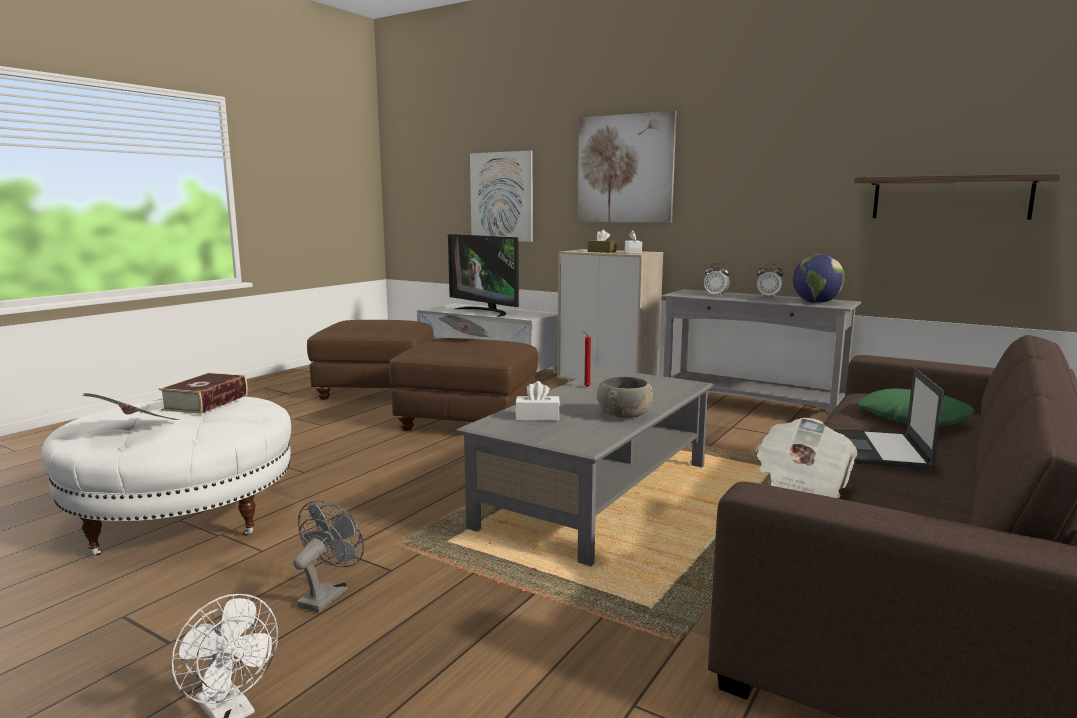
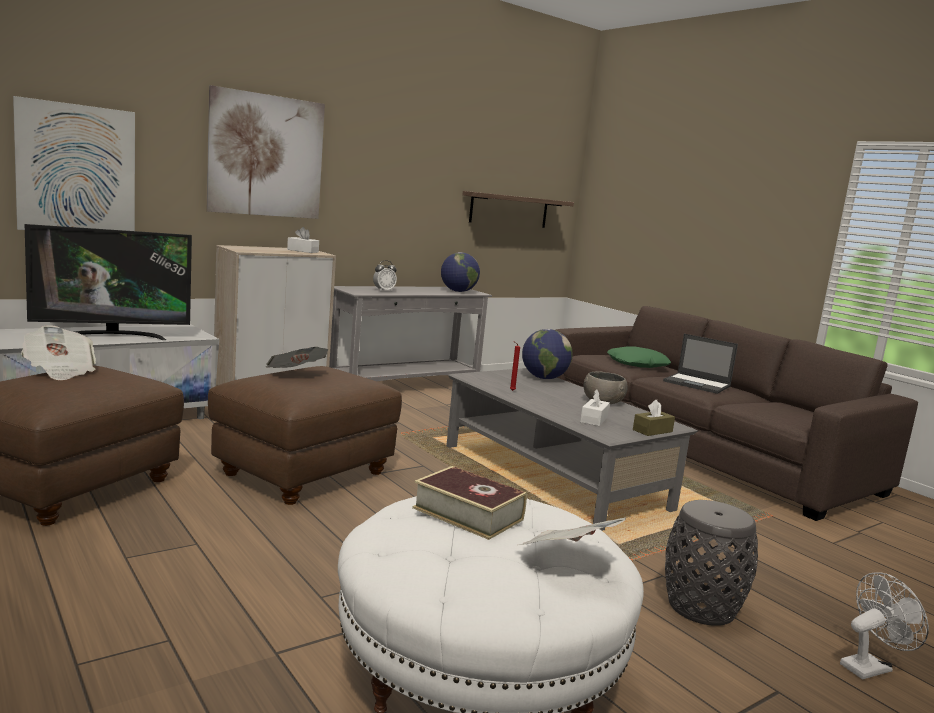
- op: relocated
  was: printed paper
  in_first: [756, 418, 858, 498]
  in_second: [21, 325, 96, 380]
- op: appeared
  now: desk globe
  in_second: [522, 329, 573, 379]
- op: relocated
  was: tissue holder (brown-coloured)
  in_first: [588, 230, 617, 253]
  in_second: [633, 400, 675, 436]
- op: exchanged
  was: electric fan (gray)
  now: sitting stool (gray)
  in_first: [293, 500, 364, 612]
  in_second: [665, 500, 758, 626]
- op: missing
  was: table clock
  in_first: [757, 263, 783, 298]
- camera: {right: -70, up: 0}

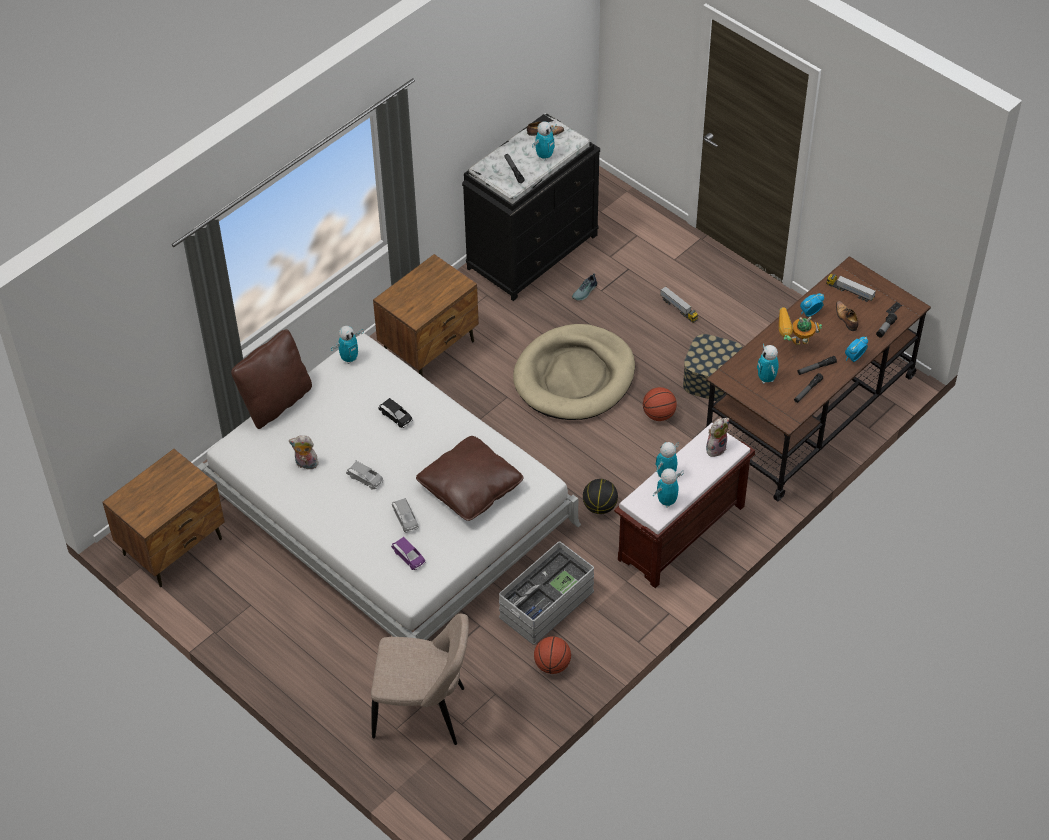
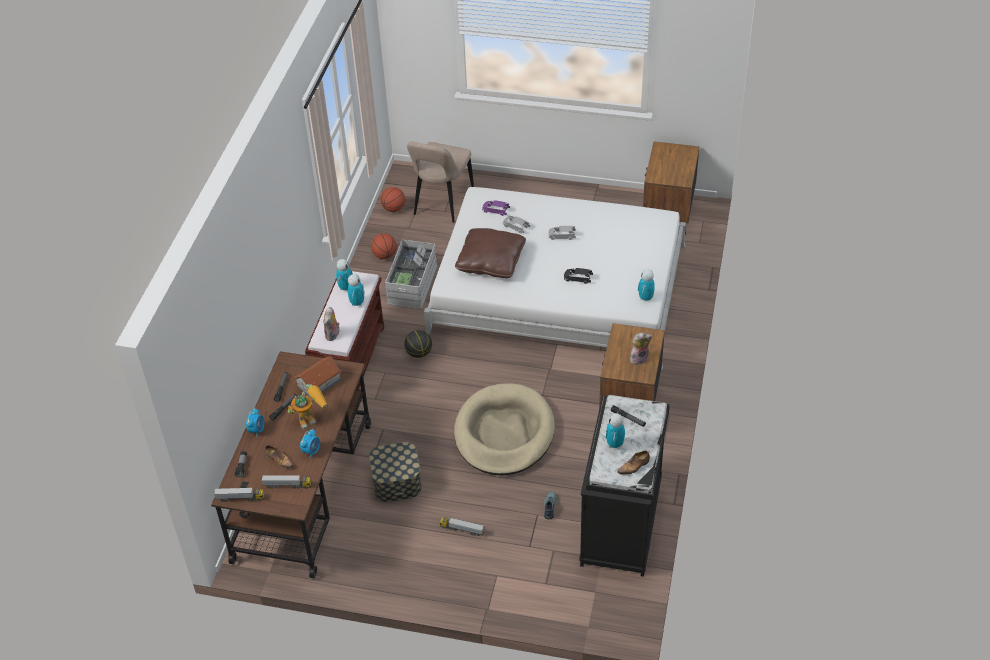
- op: appeared
  now: toy lorry
  in_second: [214, 487, 265, 502]
- op: exchanged
  was: model robot
  now: model house
  in_first: [757, 344, 779, 384]
  in_second: [294, 356, 341, 399]
- op: relocated
  was: basketball
  in_first: [643, 387, 677, 421]
  in_second: [381, 187, 405, 212]
- op: spun
  was: upright chair (beige)
  in_first: [371, 614, 469, 745]
  in_second: [407, 141, 474, 223]
  clockwise: -45
- op: relocated
  was: cuddly toy
  in_first: [289, 435, 320, 470]
  in_second: [630, 332, 652, 365]
- op: missing
  was: throw pillow (brown-coloured)
  in_first: [231, 329, 312, 429]
- camera: {right: 150, up: -5}

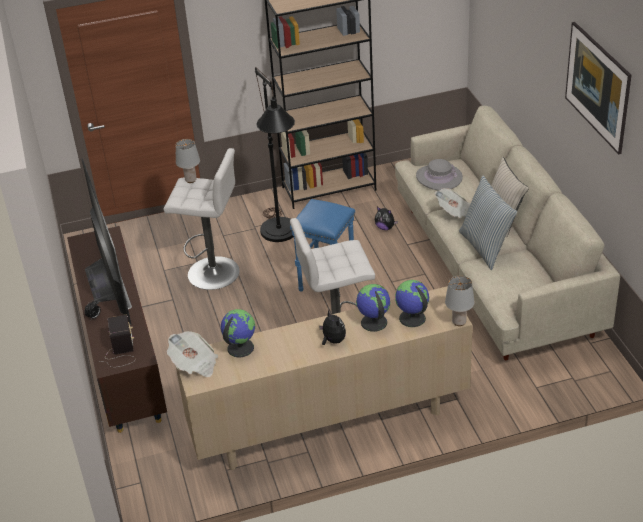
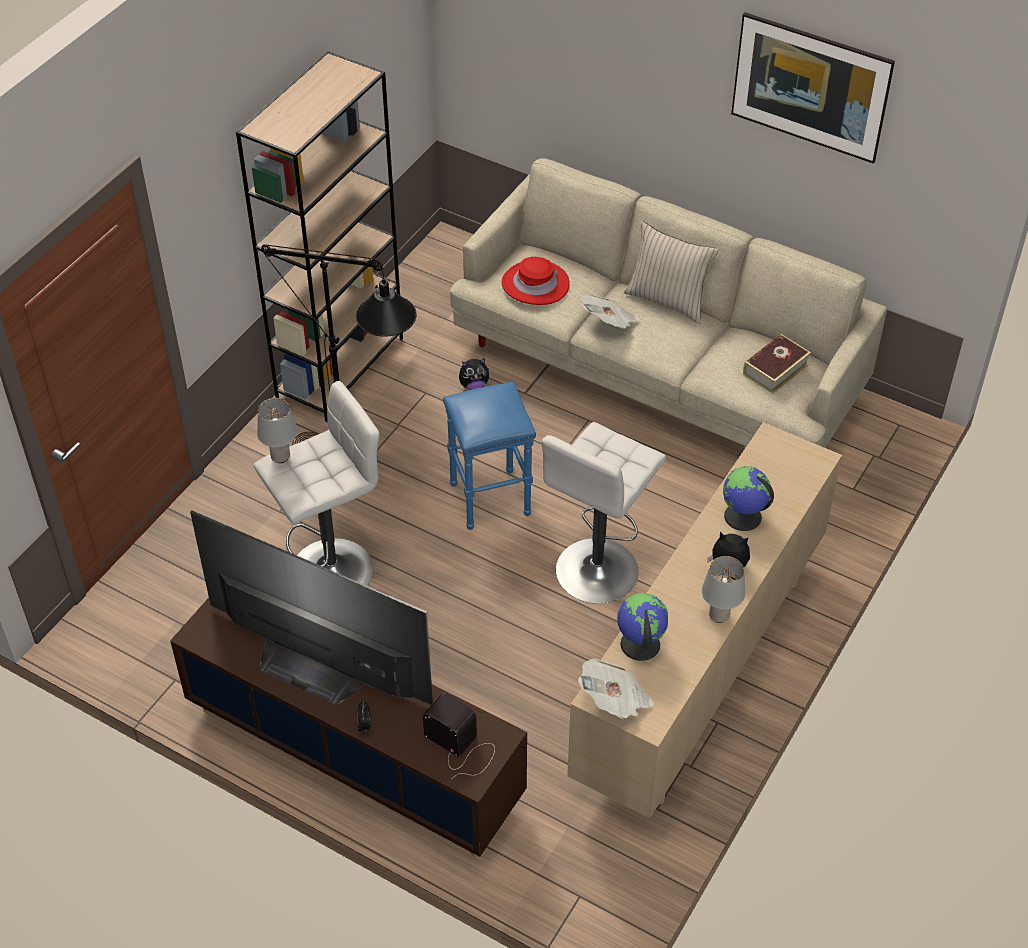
- op: colour
  was: wearable hat (gray)
  now: wearable hat (red)
  in_first: [416, 159, 463, 190]
  in_second: [502, 257, 570, 305]
- op: relocated
  was: tabletop lamp (gray)
  in_first: [445, 276, 475, 326]
  in_second: [702, 556, 745, 623]
- op: appeared
  now: volume
  in_second: [743, 334, 811, 394]
- op: missing
  was: desk globe
  in_first: [395, 280, 429, 327]
- op: missing
  was: throw pillow
  in_first: [459, 176, 517, 270]
- camera: {right: -45, up: 10}

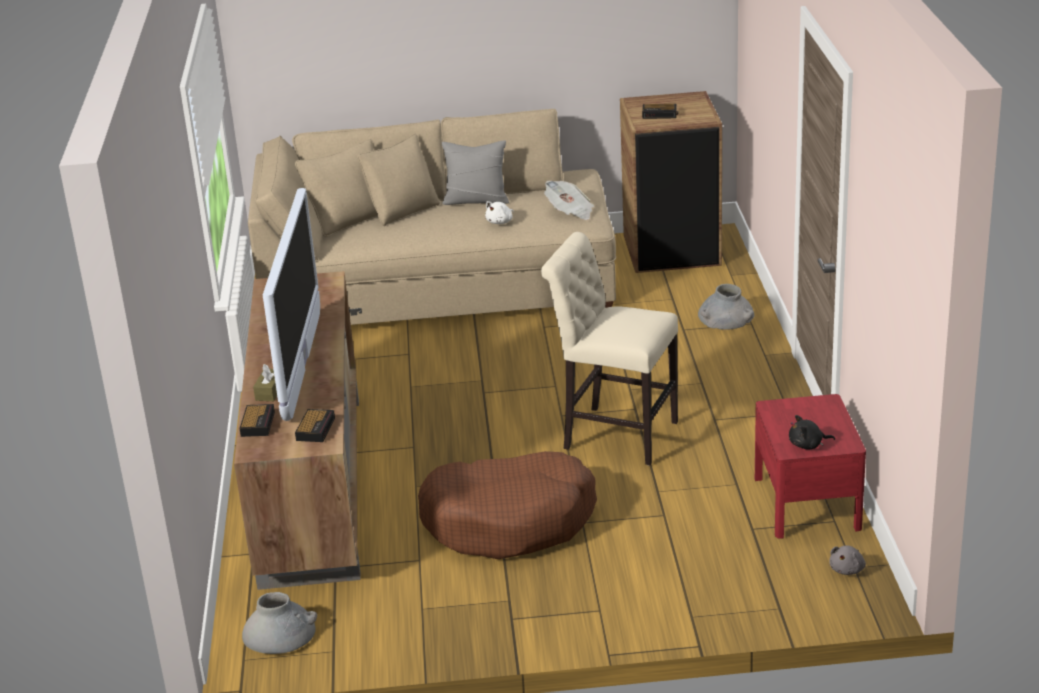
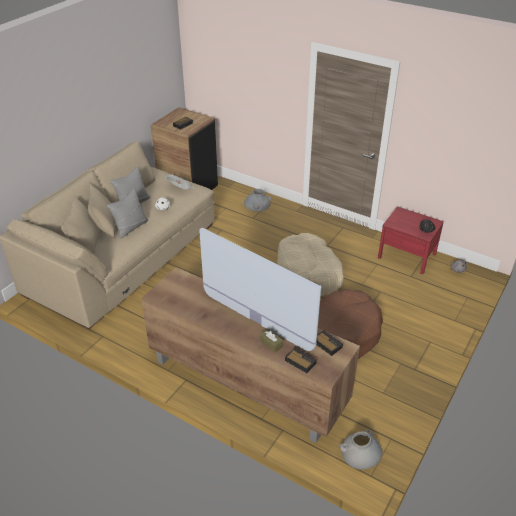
- op: appeared
  now: throw pillow (gray)
  in_second: [107, 188, 148, 239]
- op: exchanged
  was: sitting stool (beige)
  now: pet bed (beige)
  in_first: [541, 232, 678, 465]
  in_second: [277, 233, 344, 296]
- camera: {right: -55, up: 10}

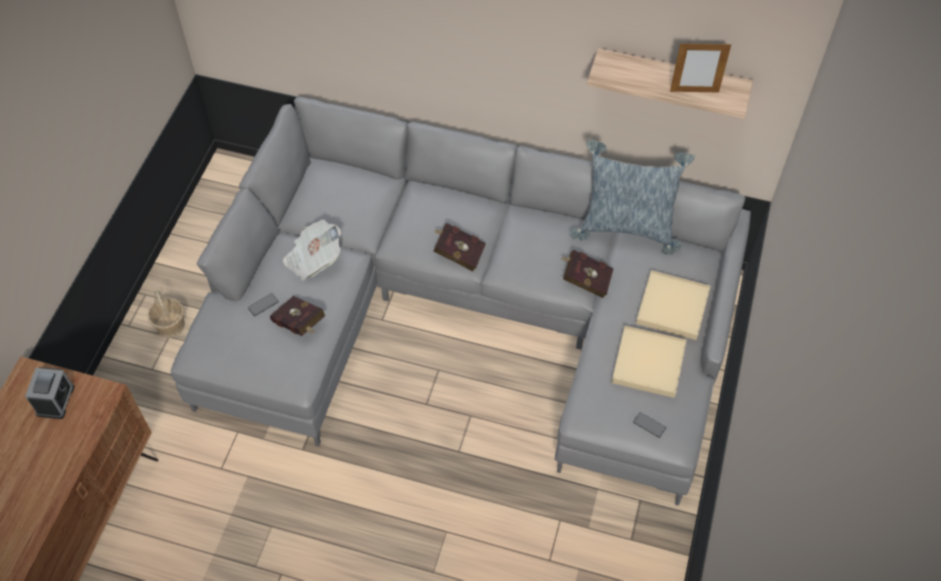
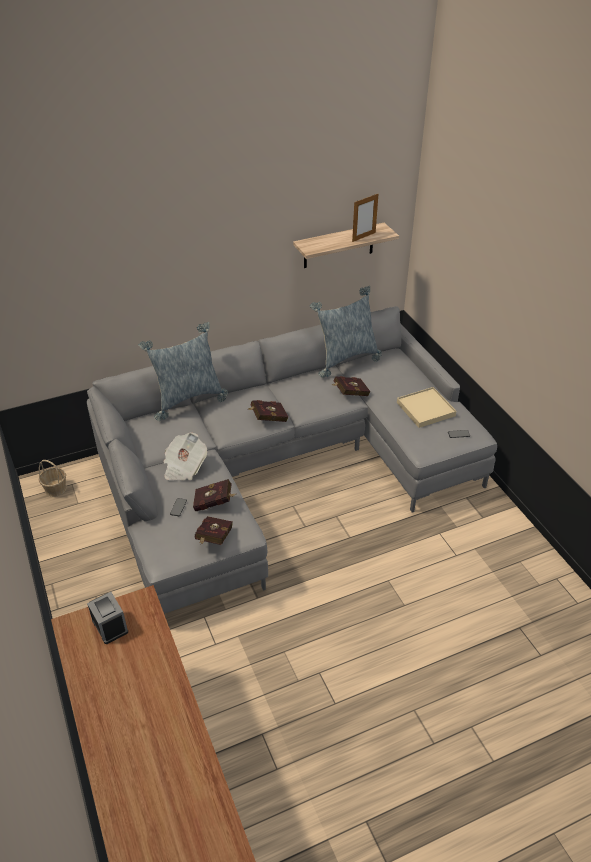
- op: relocated
  was: storage basket
  in_first: [148, 290, 185, 338]
  in_second: [39, 460, 67, 497]
- op: appeared
  now: throw pillow
  in_second: [138, 322, 229, 421]
- op: appeared
  now: volume (red)
  in_second: [195, 516, 233, 545]
- op: missing
  was: tray (beige)
  in_first: [636, 270, 711, 340]
- camera: {right: -40, up: -15}

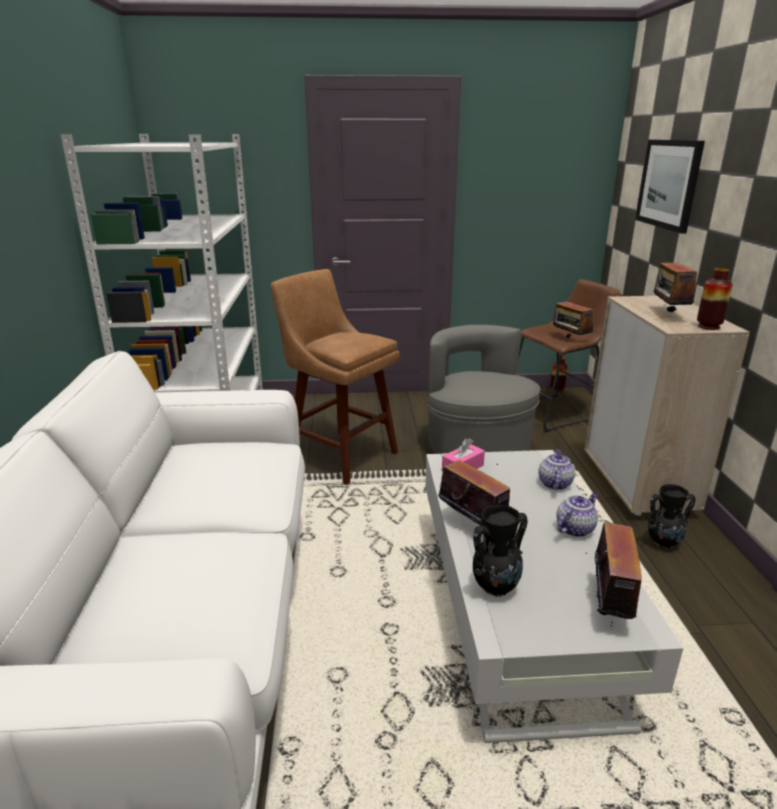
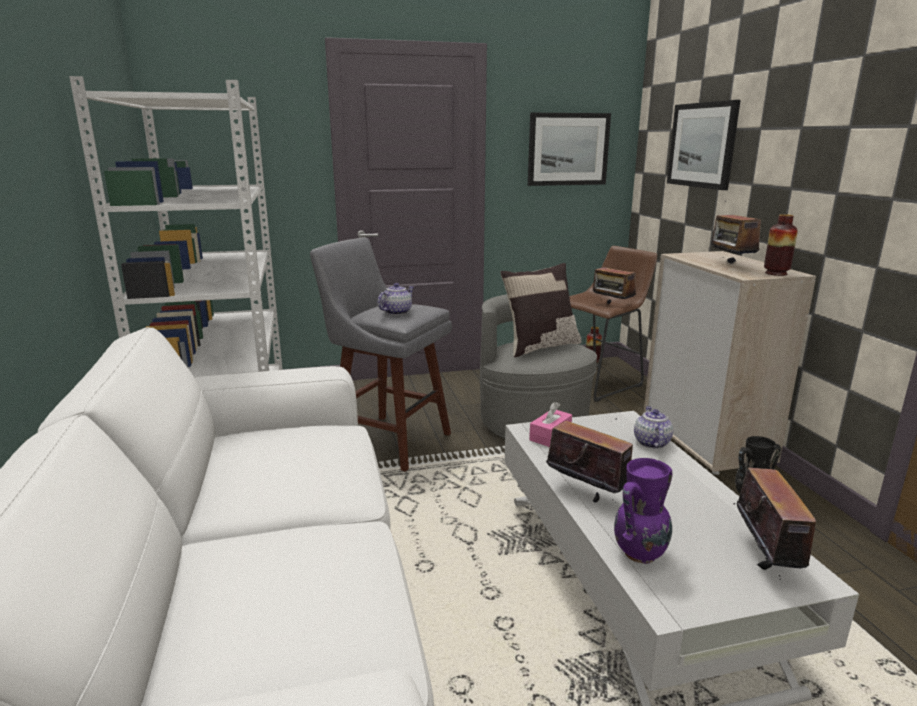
- op: colour
  was: sitting stool (brown-coloured)
  now: sitting stool (gray)
  in_first: [271, 269, 400, 485]
  in_second: [310, 237, 452, 472]
- op: relocated
  was: tea pot
  in_first: [556, 493, 598, 537]
  in_second: [377, 283, 414, 315]
- op: appeared
  now: throw pillow
  in_second: [500, 263, 582, 358]
- op: appeared
  now: picture
  in_second: [528, 113, 611, 186]
- op: colour
  was: flower vase (blackish)
  now: flower vase (purplish)
  in_first: [473, 505, 528, 597]
  in_second: [614, 458, 673, 564]
- camera: {right: -10, up: -5}

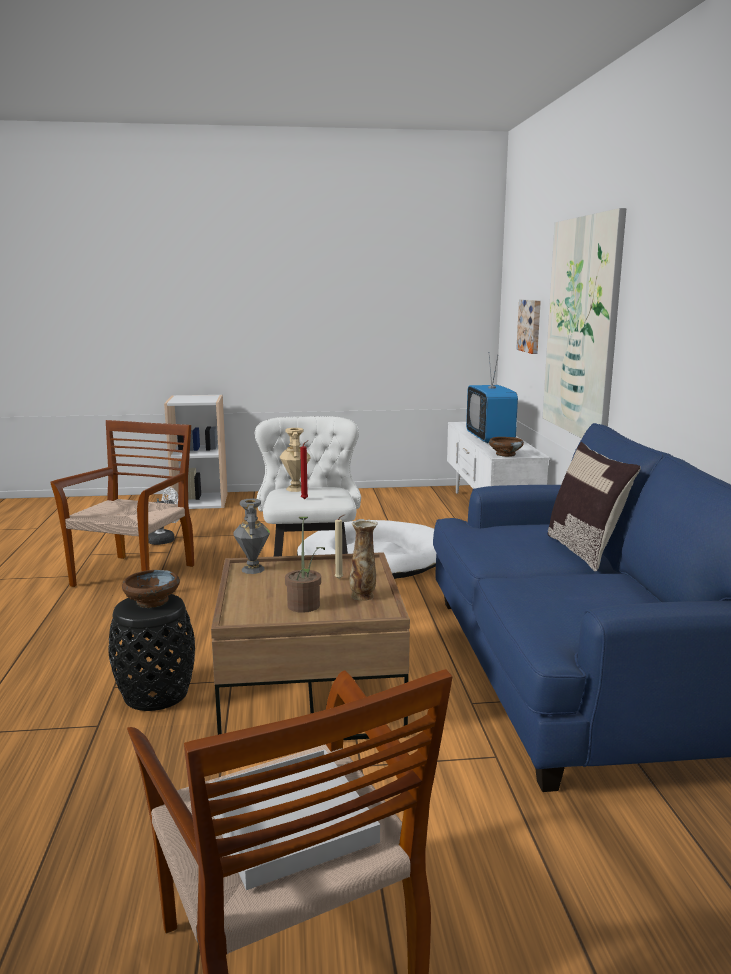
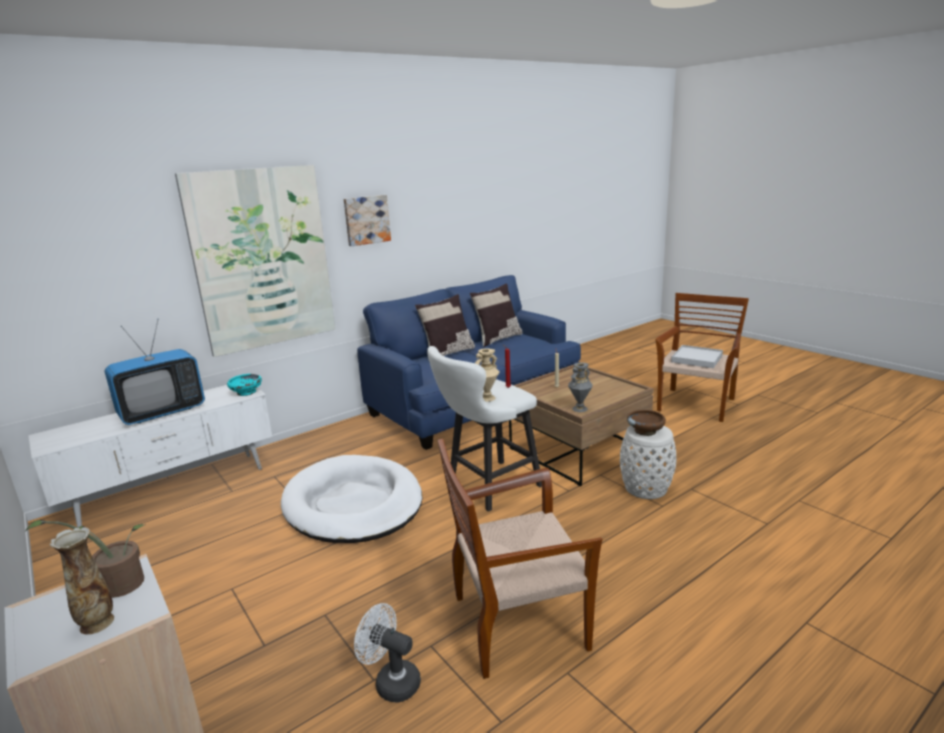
- op: relocated
  was: houseplant
  in_first: [285, 517, 325, 613]
  in_second: [26, 520, 145, 598]
- op: relocated
  was: flower vase
  in_first: [349, 519, 378, 601]
  in_second: [49, 527, 114, 635]
- op: colour
  was: bowl (brown-coloured)
  now: bowl (blue-green)
  in_first: [489, 437, 524, 457]
  in_second: [227, 374, 262, 396]
- op: relocated
  was: picture
  in_first: [516, 300, 541, 354]
  in_second: [344, 195, 391, 246]
- op: appeared
  now: throw pillow
  in_second: [470, 283, 522, 347]
- op: colour
  was: sitting stool (blackish)
  now: sitting stool (whitish)
  in_first: [109, 594, 195, 711]
  in_second: [620, 425, 677, 499]
- camera: {right: -120, up: 5}

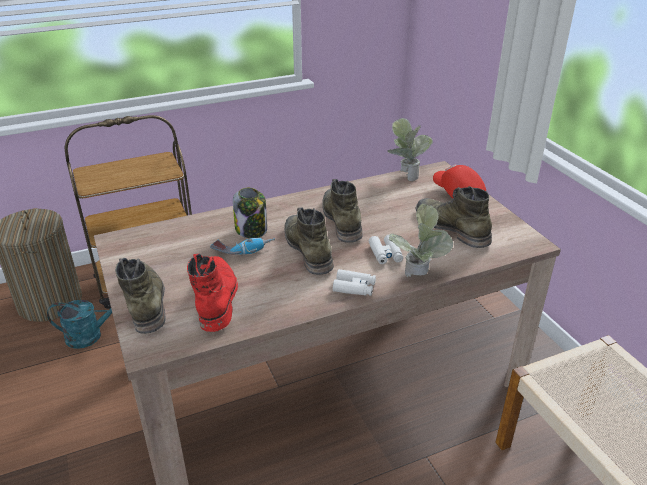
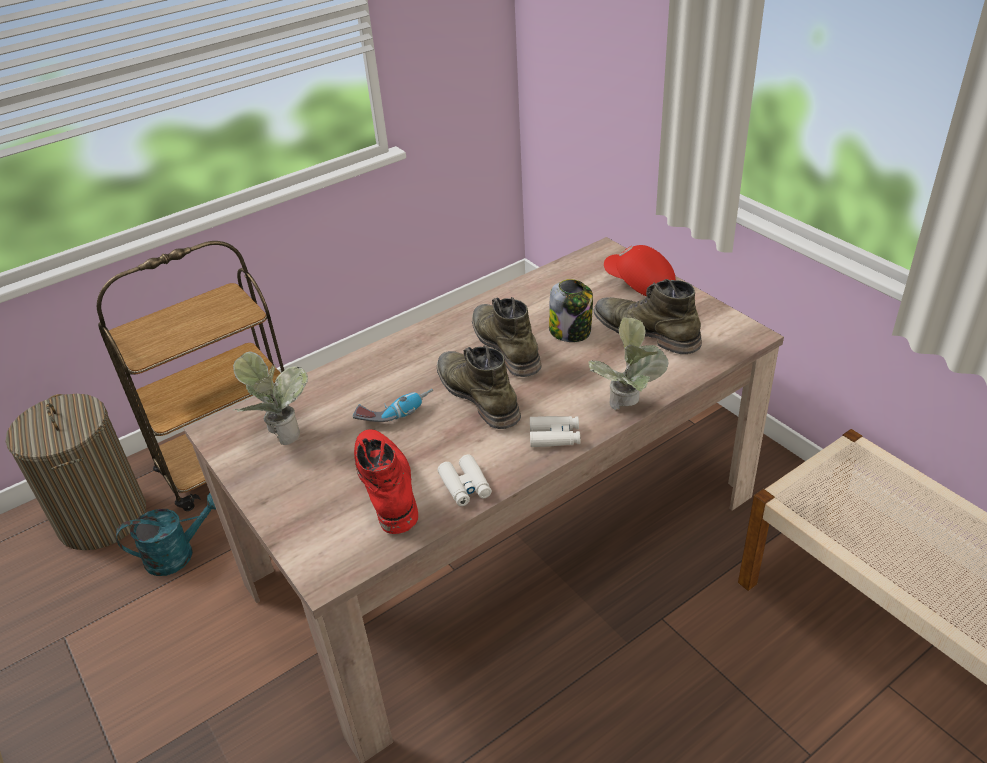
- op: relocated
  was: houseplant
  in_first: [387, 118, 433, 181]
  in_second: [233, 351, 308, 445]
- op: relocated
  was: pair of binoculars (whitish)
  in_first: [369, 234, 403, 264]
  in_second: [438, 455, 492, 506]
- op: relocated
  was: preserve jar
  in_first: [233, 188, 267, 238]
  in_second: [549, 279, 593, 342]
- op: missing
  was: high-top boot (green)
  in_first: [115, 258, 166, 334]
- camera: {right: -10, up: 5}

